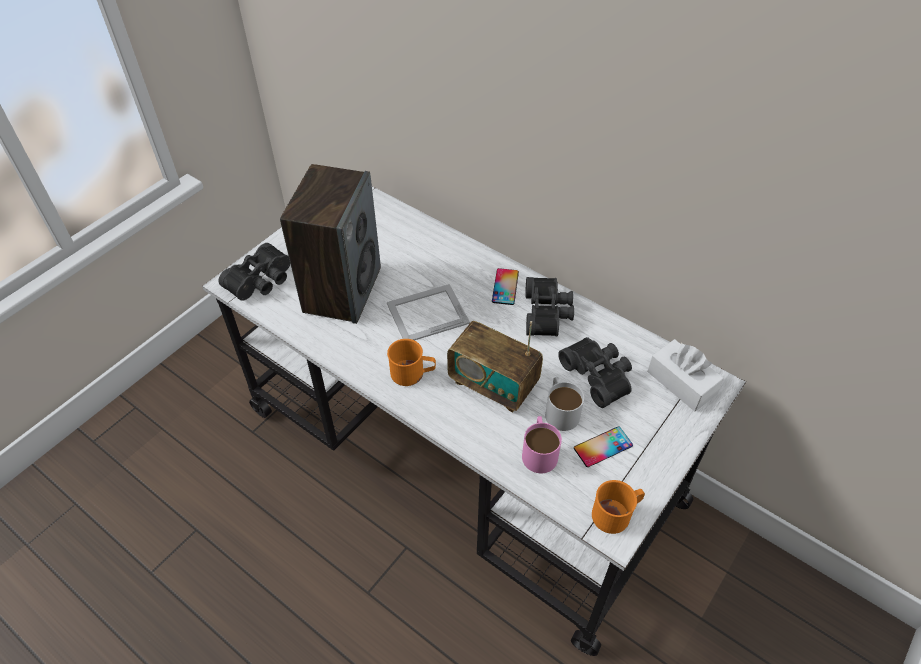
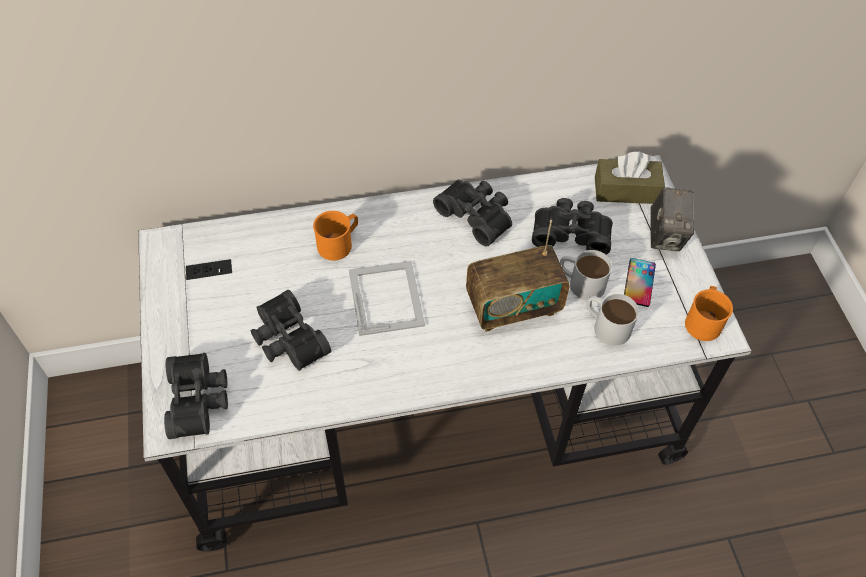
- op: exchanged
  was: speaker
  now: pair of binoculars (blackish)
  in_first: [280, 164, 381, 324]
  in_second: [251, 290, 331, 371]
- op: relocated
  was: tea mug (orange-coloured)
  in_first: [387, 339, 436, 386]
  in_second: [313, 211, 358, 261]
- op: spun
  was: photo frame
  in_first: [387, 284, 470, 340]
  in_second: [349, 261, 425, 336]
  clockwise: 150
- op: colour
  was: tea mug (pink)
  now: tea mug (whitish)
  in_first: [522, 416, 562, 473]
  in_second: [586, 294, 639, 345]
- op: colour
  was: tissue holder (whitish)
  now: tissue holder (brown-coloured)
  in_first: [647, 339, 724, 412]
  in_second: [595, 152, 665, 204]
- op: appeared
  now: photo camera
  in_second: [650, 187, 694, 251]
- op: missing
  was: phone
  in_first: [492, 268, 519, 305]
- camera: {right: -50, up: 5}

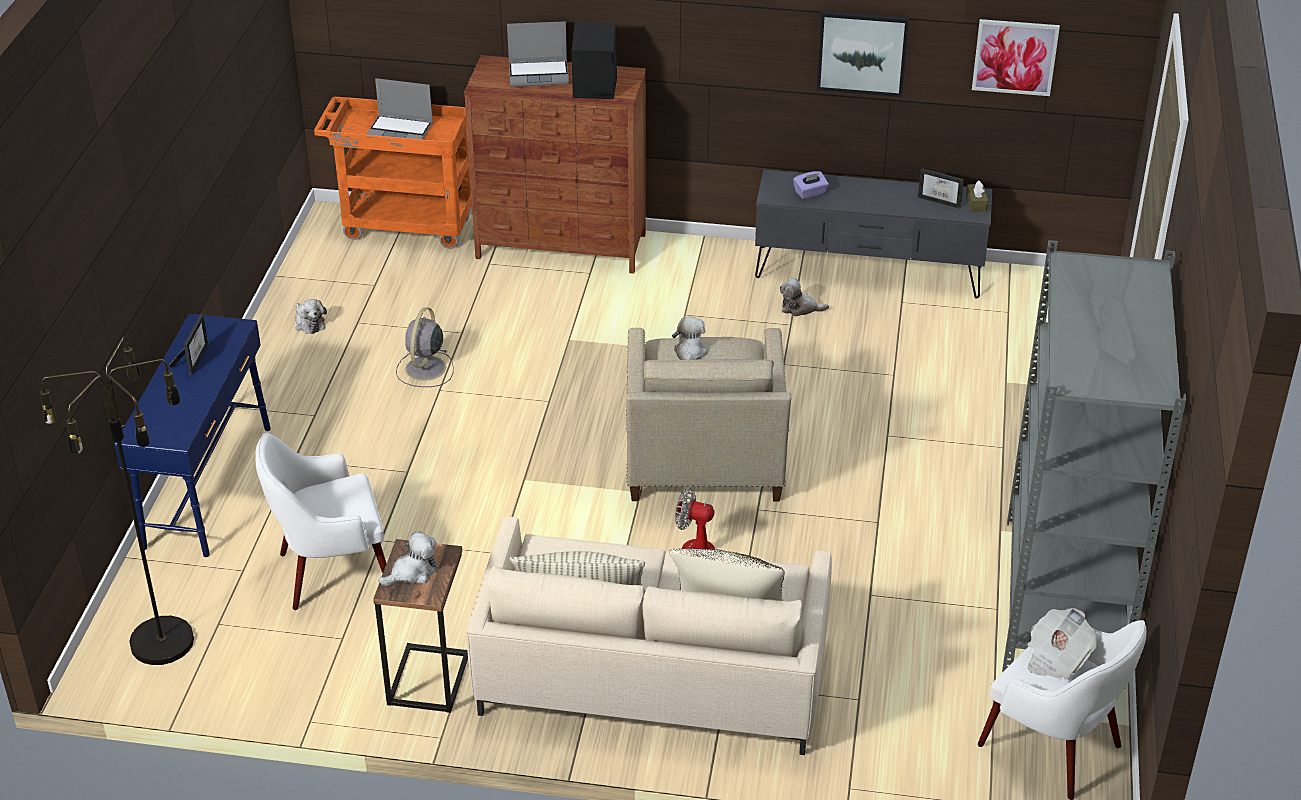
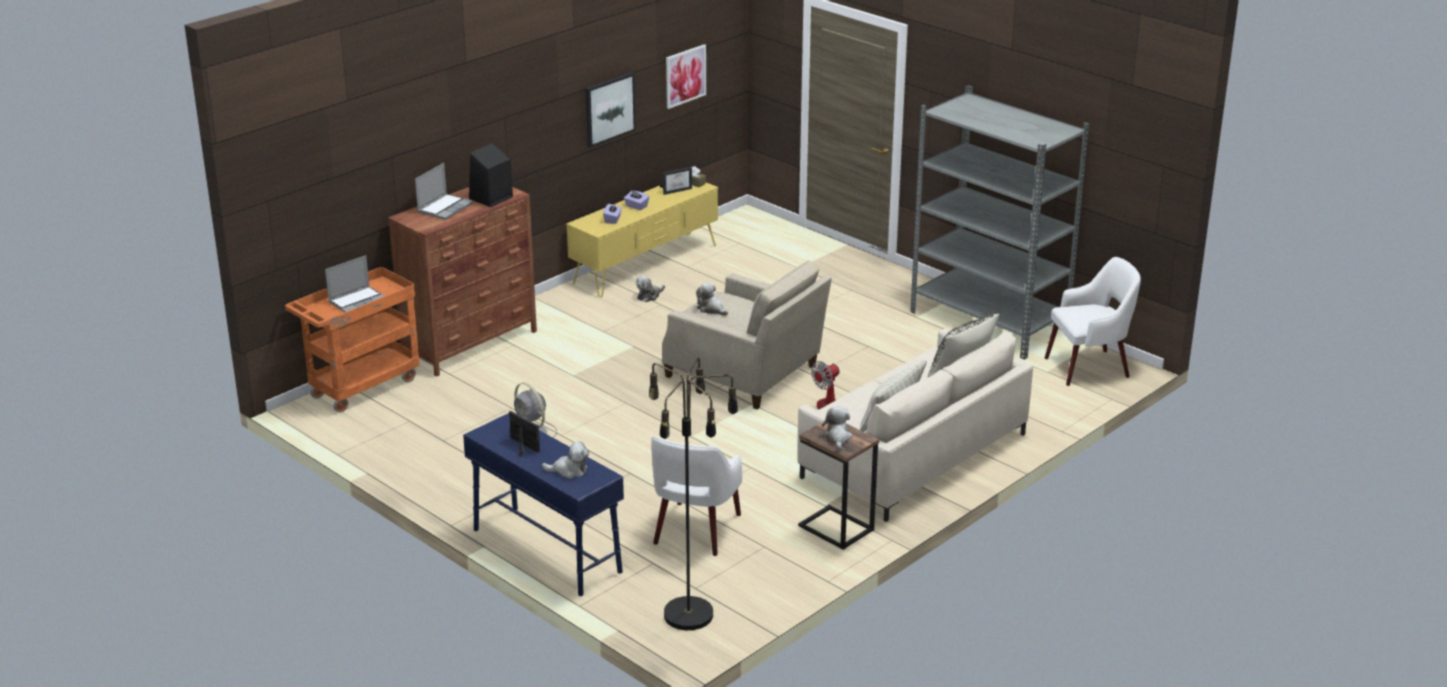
- op: relocated
  was: cuddly toy
  in_first: [295, 299, 327, 334]
  in_second: [542, 441, 589, 479]
- op: colour
  was: tv stand (gray)
  now: tv stand (yellow)
  in_first: [755, 169, 992, 299]
  in_second: [566, 182, 718, 297]
- op: appeared
  now: tissue holder (purplish)
  in_second: [624, 190, 649, 210]
- op: missing
  was: printed paper
  in_first: [1028, 608, 1097, 680]
- camera: {right: -55, up: -10}

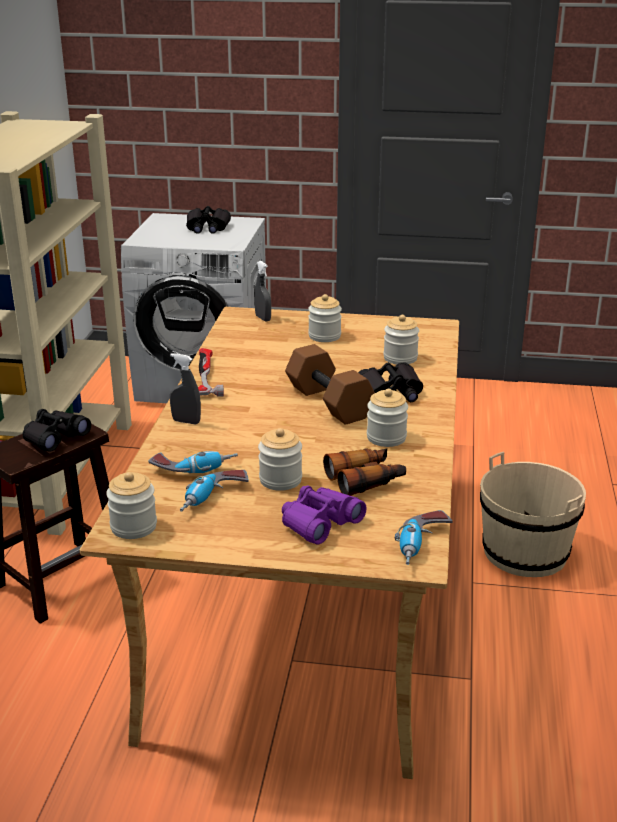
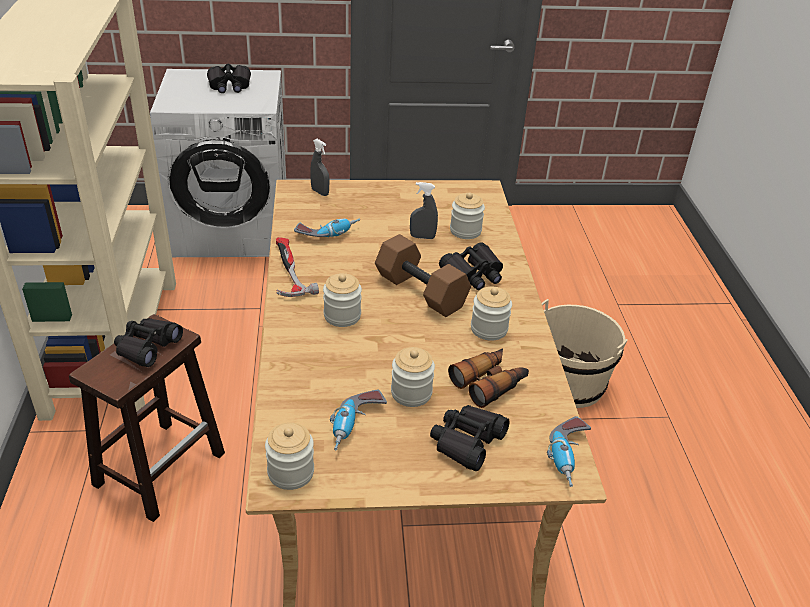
- op: relocated
  was: electric drill
  in_first: [149, 451, 238, 473]
  in_second: [294, 219, 360, 237]
- op: relocated
  was: preserve jar
  in_first: [308, 294, 342, 342]
  in_second: [323, 273, 362, 327]
- op: relocated
  was: sprayer (gray)
  in_first: [170, 353, 201, 424]
  in_second: [410, 182, 438, 239]
- op: colour
  was: pair of binoculars (purplish)
  now: pair of binoculars (blackish)
  in_first: [282, 486, 366, 544]
  in_second: [430, 405, 510, 471]
- camera: {right: -15, up: 10}

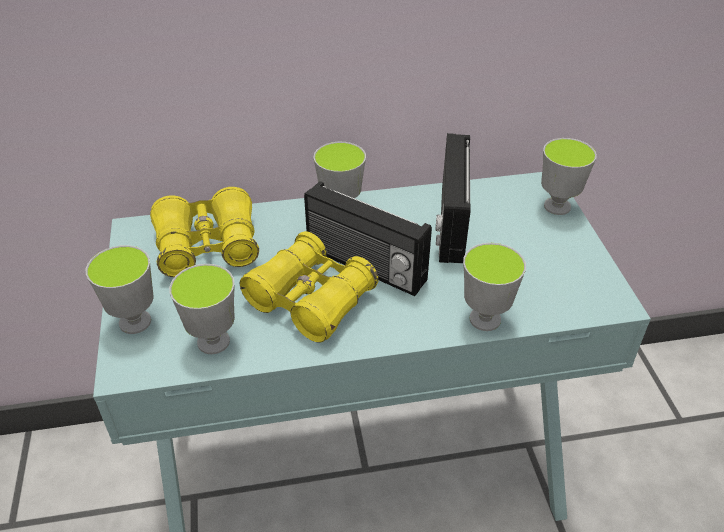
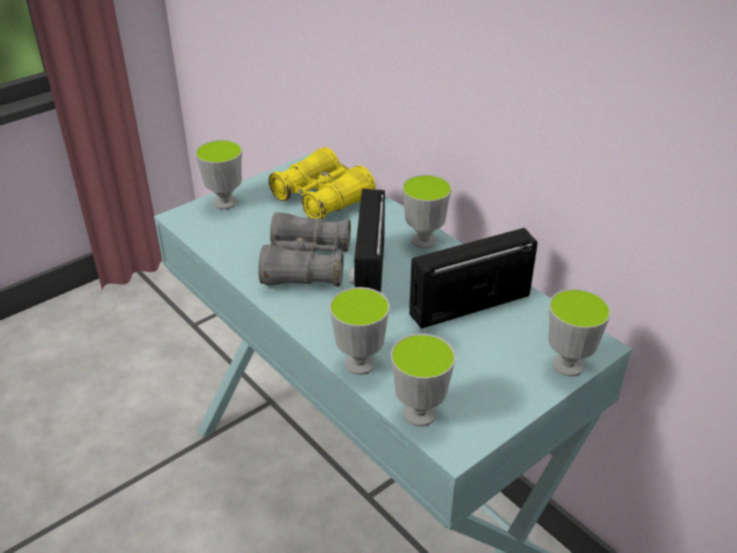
- op: colour
  was: pair of binoculars (yellow)
  now: pair of binoculars (gray)
  in_first: [240, 231, 379, 343]
  in_second: [258, 212, 351, 287]
- op: relocated
  was: drinking cup
  in_first: [169, 264, 235, 354]
  in_second: [391, 333, 456, 427]
- camera: {right: 60, up: -5}

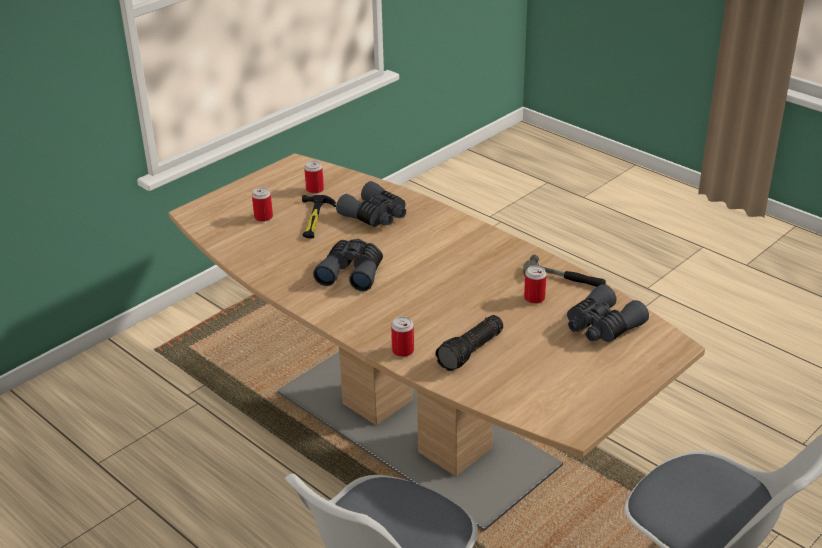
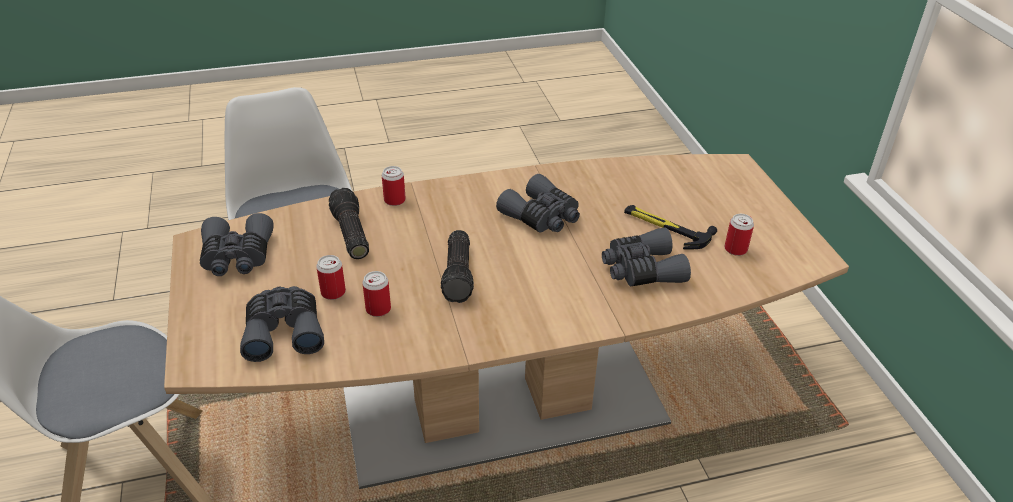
- op: appeared
  now: pair of binoculars (gray)
  in_second: [200, 213, 274, 276]
- op: relocated
  was: sealed can
  in_first: [252, 187, 273, 222]
  in_second: [316, 255, 346, 300]
- op: appeared
  now: hand torch
  in_second: [441, 230, 474, 303]
- op: missing
  was: tool hammer
  in_first: [523, 255, 606, 287]
- camera: {right: 120, up: 5}

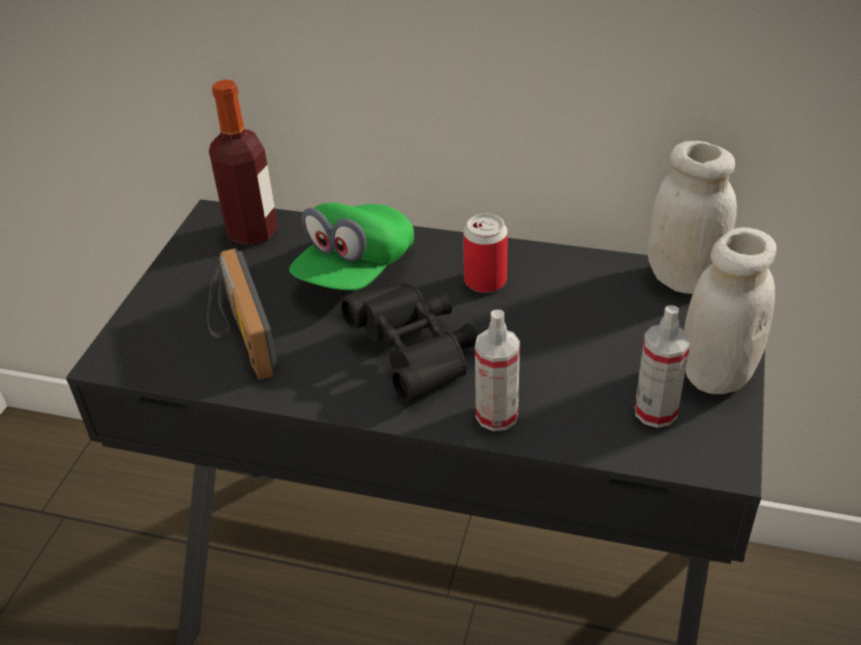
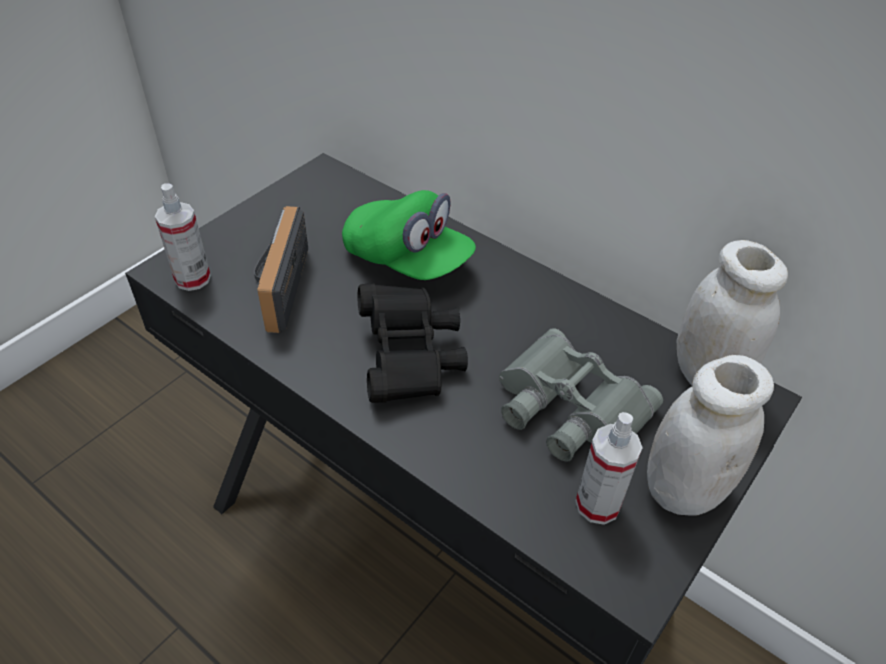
- op: relocated
  was: sprayer
  in_first: [475, 310, 520, 431]
  in_second: [155, 183, 211, 291]
- op: spun
  was: cap (green)
  in_first: [289, 203, 414, 290]
  in_second: [342, 190, 476, 280]
  clockwise: -105
- op: appeared
  now: pair of binoculars (gray)
  in_second: [499, 328, 663, 462]
- op: missing
  was: beverage bottle
  in_first: [209, 79, 278, 245]
- op: missing
  was: sealed can
  in_first: [463, 214, 508, 293]
- camera: {right: 20, up: 5}

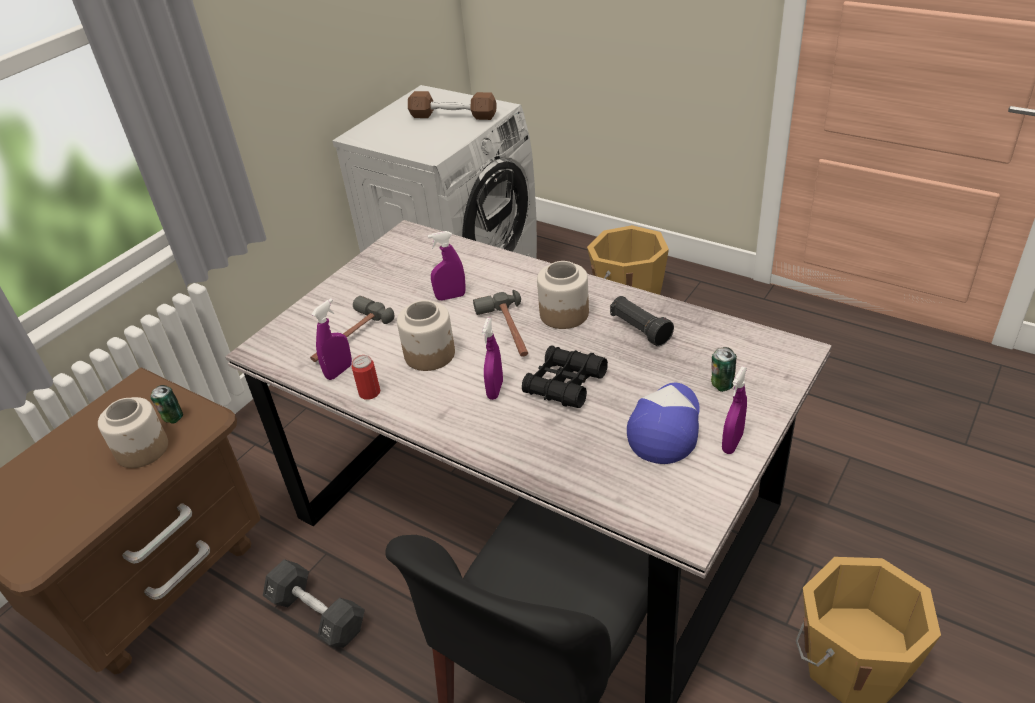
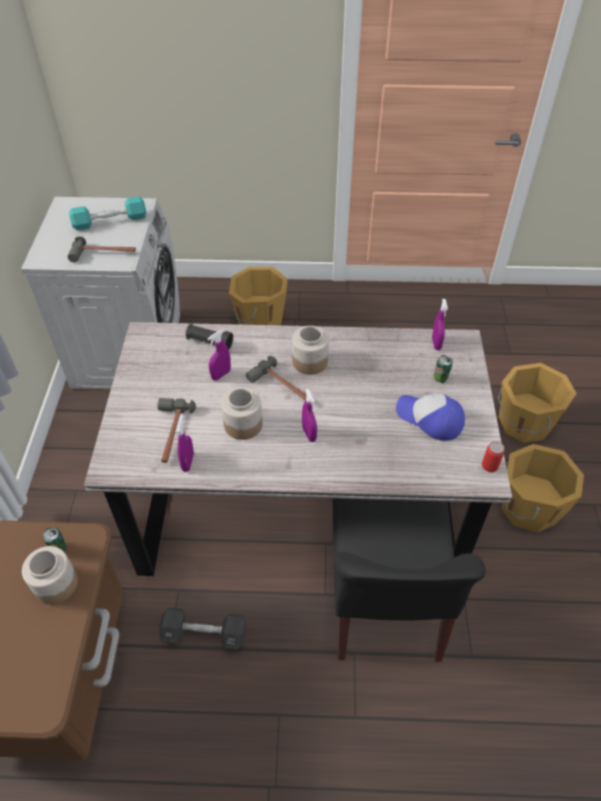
- op: appeared
  now: tool hammer
  in_second: [68, 236, 136, 262]
- op: colour
  was: free weight (brown-coloured)
  now: free weight (blue-green)
  in_first: [408, 91, 497, 120]
  in_second: [69, 196, 146, 230]
- op: relocated
  was: hand torch (blackish)
  in_first: [610, 296, 674, 346]
  in_second: [185, 324, 233, 350]
- op: spun
  was: cap
  in_first: [627, 383, 700, 464]
  in_second: [396, 394, 465, 441]
  clockwise: -45
- op: relocated
  was: sprayer (purplish)
  in_first: [722, 366, 747, 454]
  in_second: [432, 299, 448, 350]
- op: relocated
  was: sealed can
  in_first: [351, 355, 381, 400]
  in_second: [482, 441, 505, 472]
- op: appeared
  now: water bucket (orange-coloured)
  in_second: [498, 363, 577, 443]
- op: missing
  was: pair of binoculars (blackish)
  in_first: [522, 346, 608, 408]
- camera: {right: -35, up: 10}

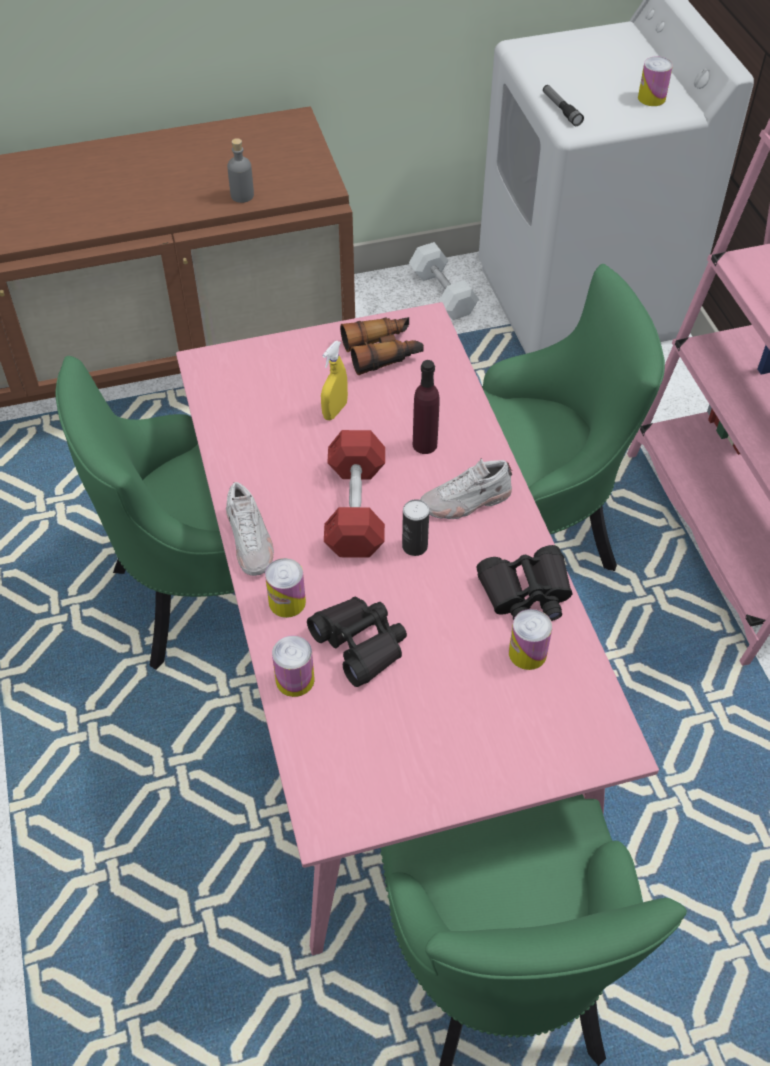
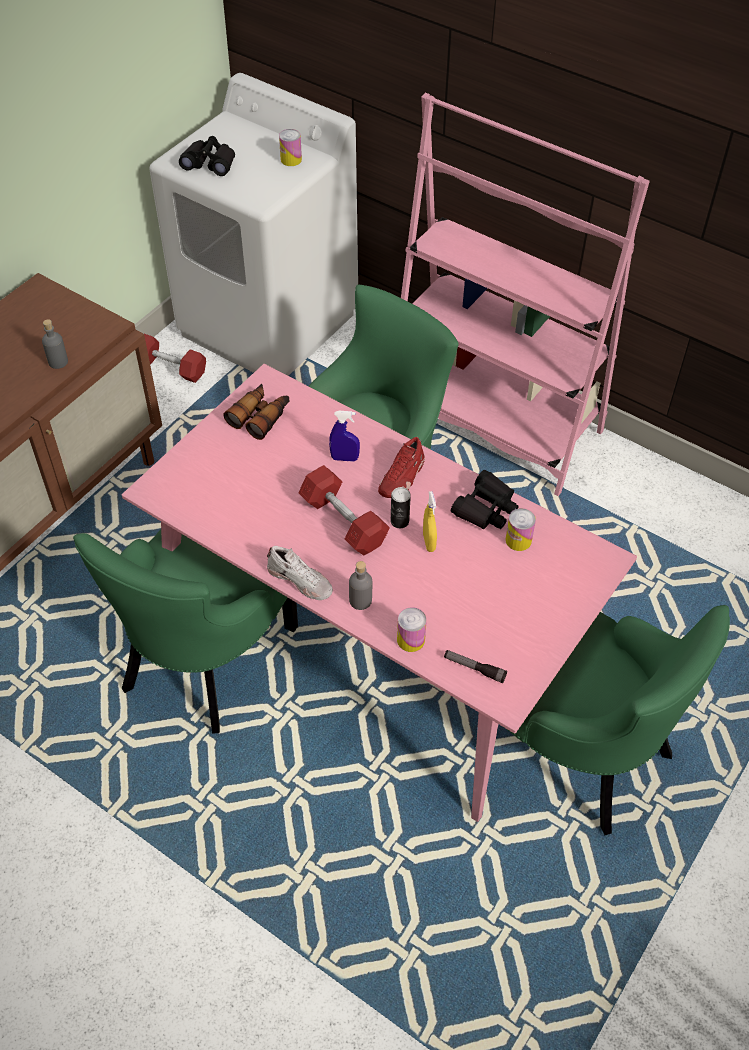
- op: colour
  was: free weight (whitish)
  now: free weight (red)
  in_first: [409, 242, 479, 320]
  in_second: [143, 333, 206, 383]
- op: relocated
  was: pair of binoculars (blackish)
  in_first: [307, 596, 407, 687]
  in_second: [179, 136, 235, 176]
- op: exchanged
  was: beverage bottle (purplish)
  now: sprayer (bluish)
  in_first: [413, 360, 439, 454]
  in_second: [329, 411, 360, 462]
- op: exchanged
  was: sealed can
  now: beverage bottle (gray)
  in_first: [265, 558, 306, 618]
  in_second: [349, 561, 372, 610]
- op: colour
  was: low shoe (whitish)
  now: low shoe (red)
  in_first: [420, 458, 512, 519]
  in_second: [378, 437, 425, 498]
- op: relocated
  was: sprayer (yellow)
  in_first: [321, 341, 348, 420]
  in_second: [423, 491, 437, 552]
- op: relocated
  was: hand torch
  in_first: [543, 85, 584, 126]
  in_second: [444, 650, 507, 683]
- camera: {right: -40, up: 0}

